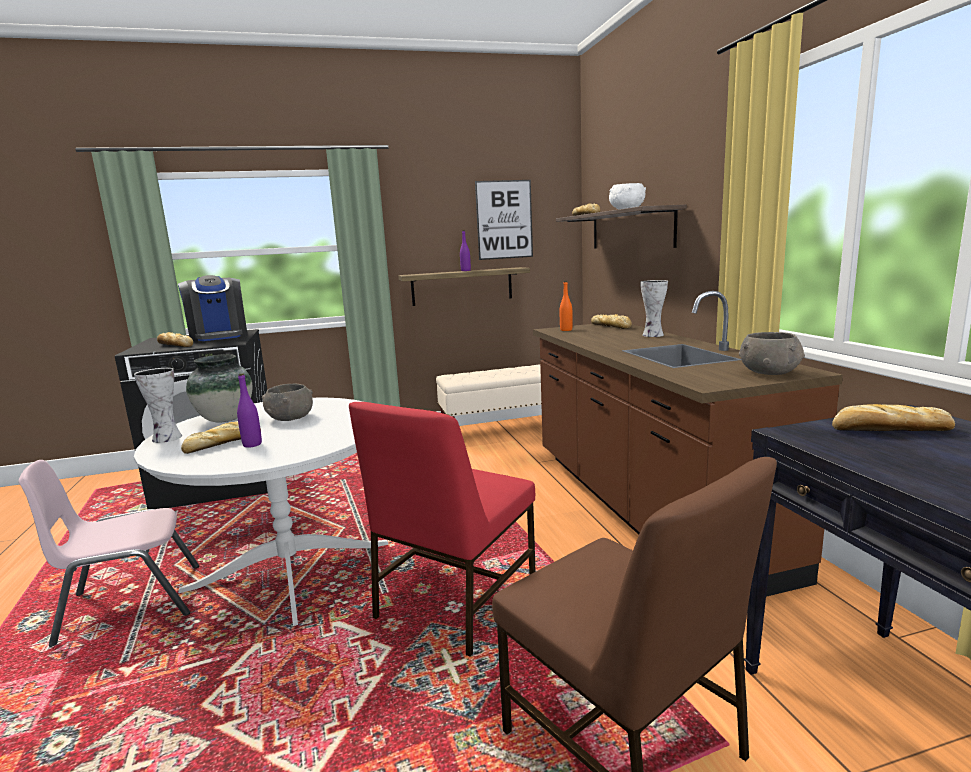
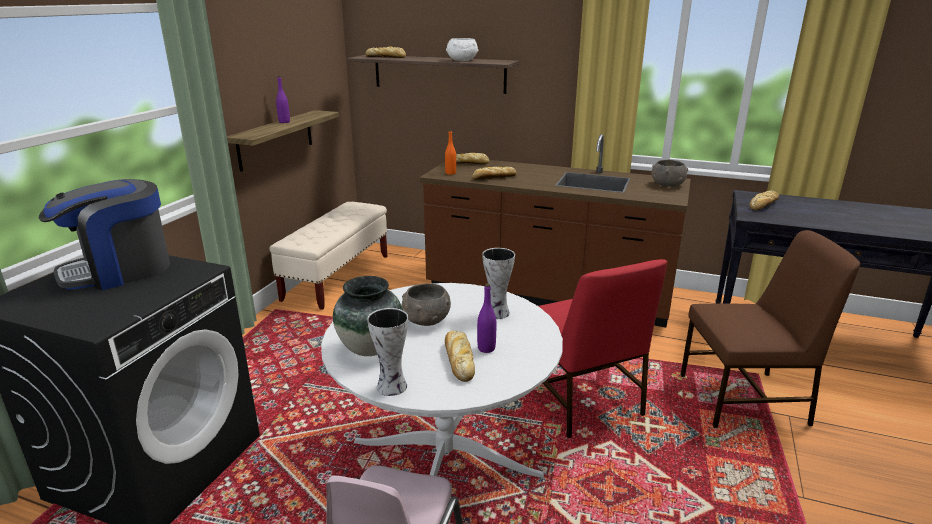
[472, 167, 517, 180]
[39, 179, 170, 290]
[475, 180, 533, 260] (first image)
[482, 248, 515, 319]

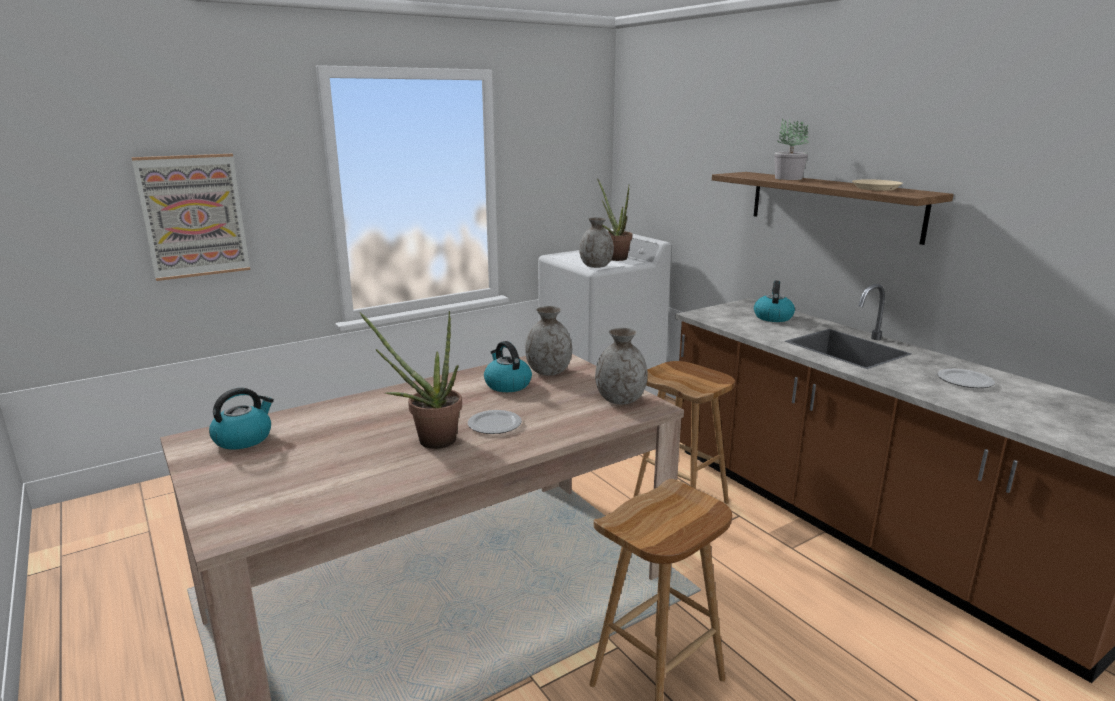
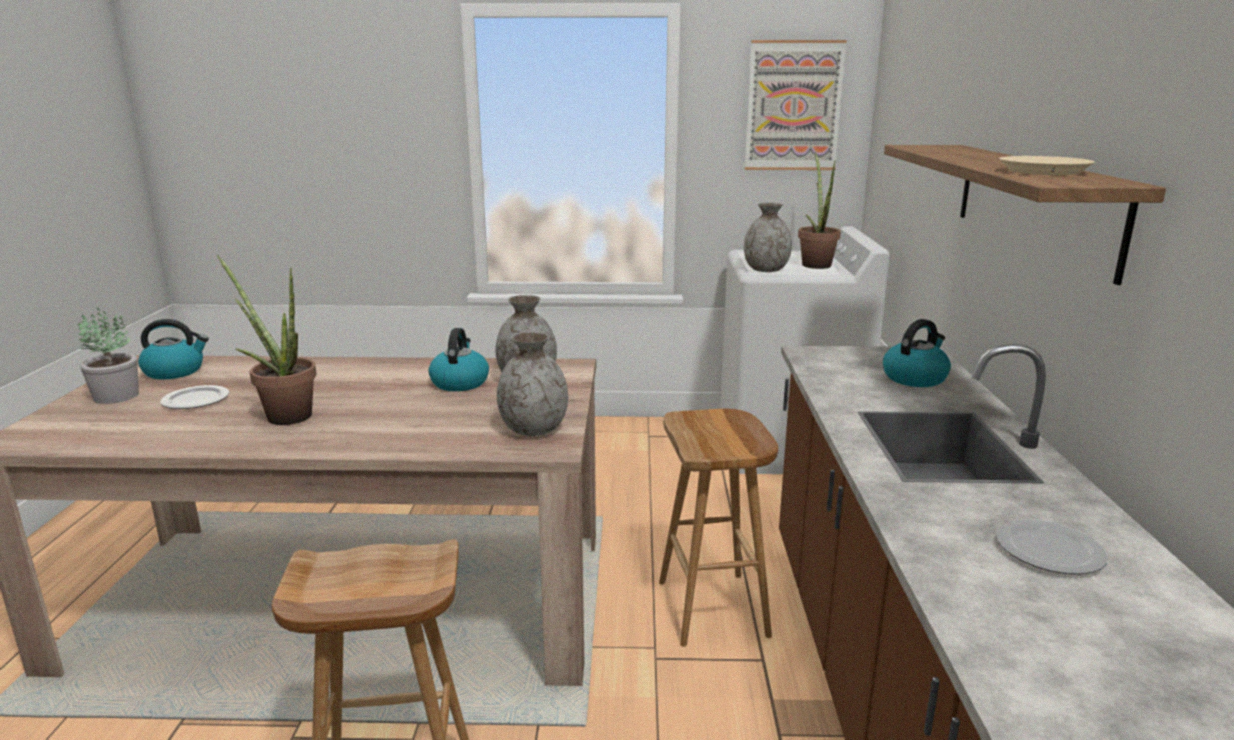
[745, 40, 847, 170]
[160, 385, 229, 409]
[78, 307, 139, 404]

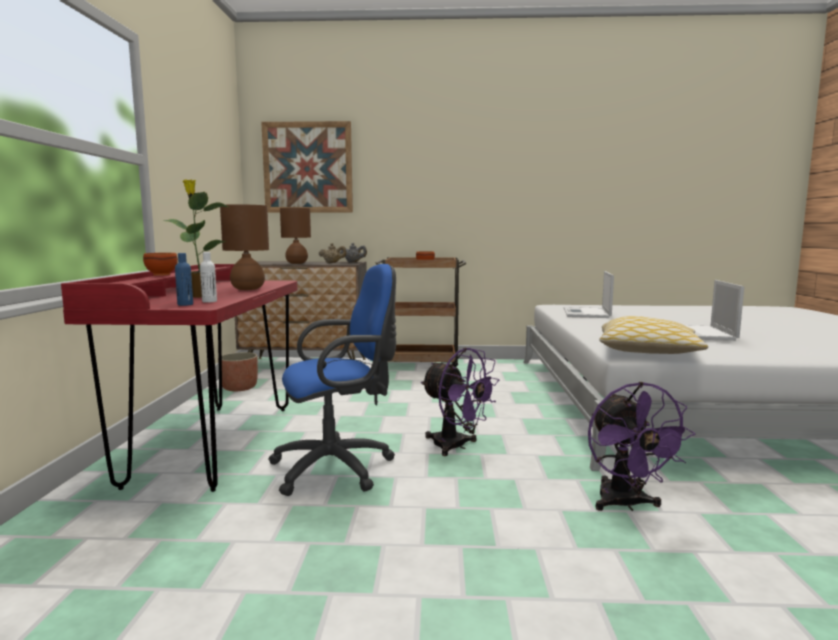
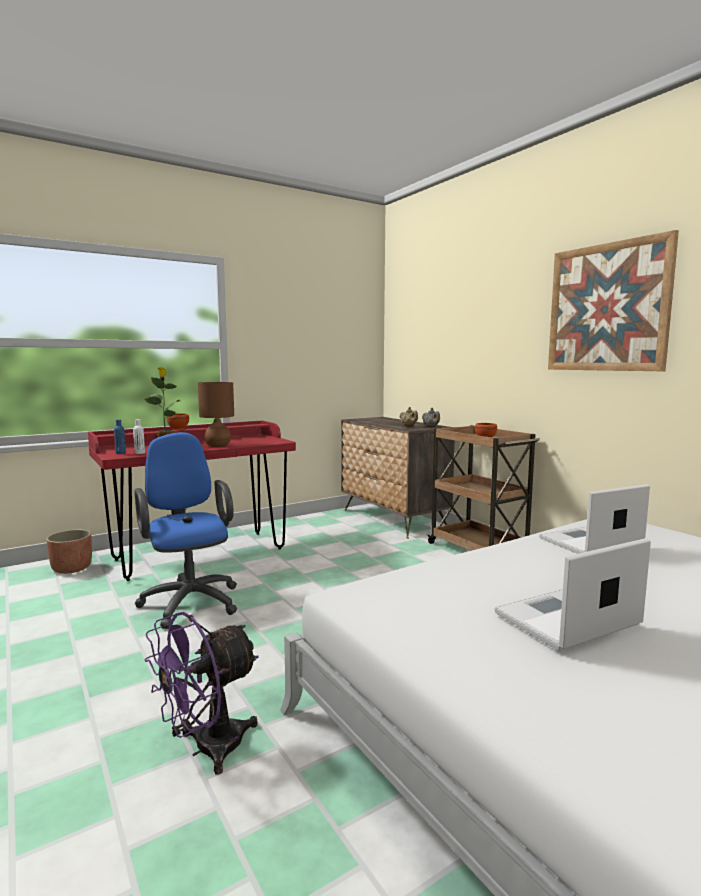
[46, 529, 92, 574]
[548, 230, 679, 371]
[134, 432, 237, 629]
[280, 208, 311, 264] (first image)
[421, 348, 499, 456] (first image)
[599, 316, 708, 354] (first image)

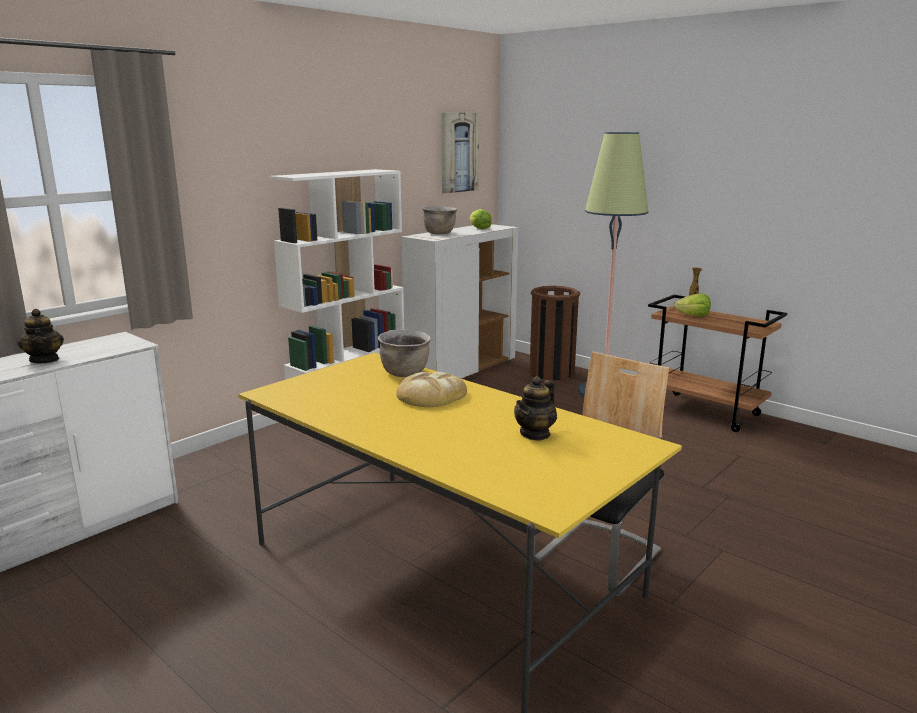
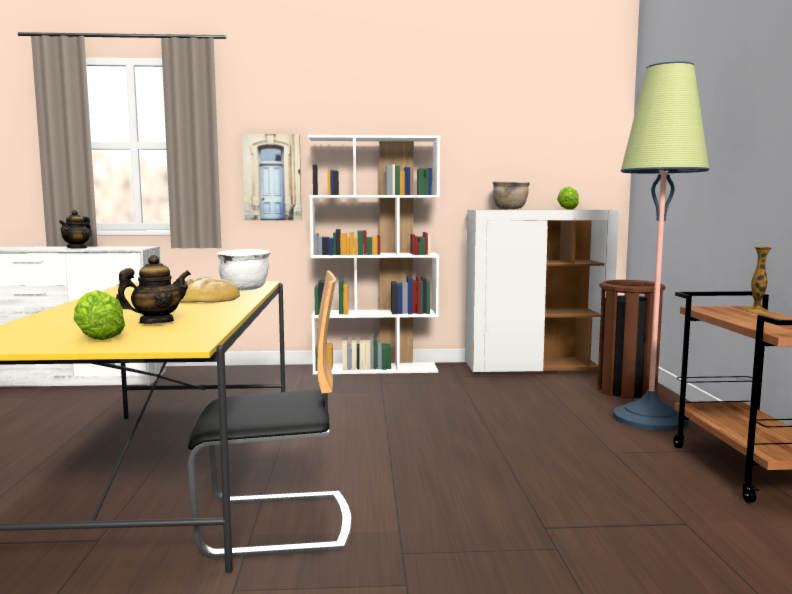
[217, 249, 270, 290]
[242, 134, 302, 221]
[116, 255, 191, 324]
[74, 290, 125, 340]

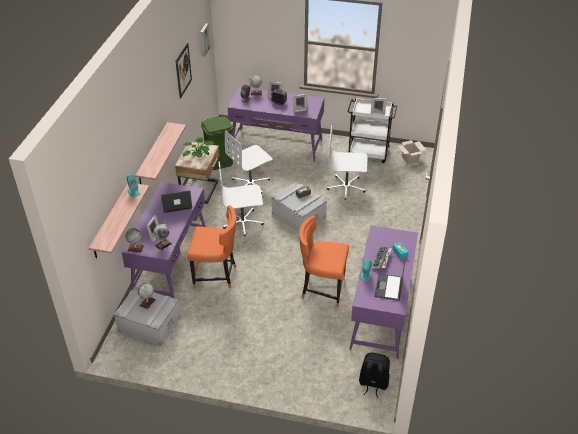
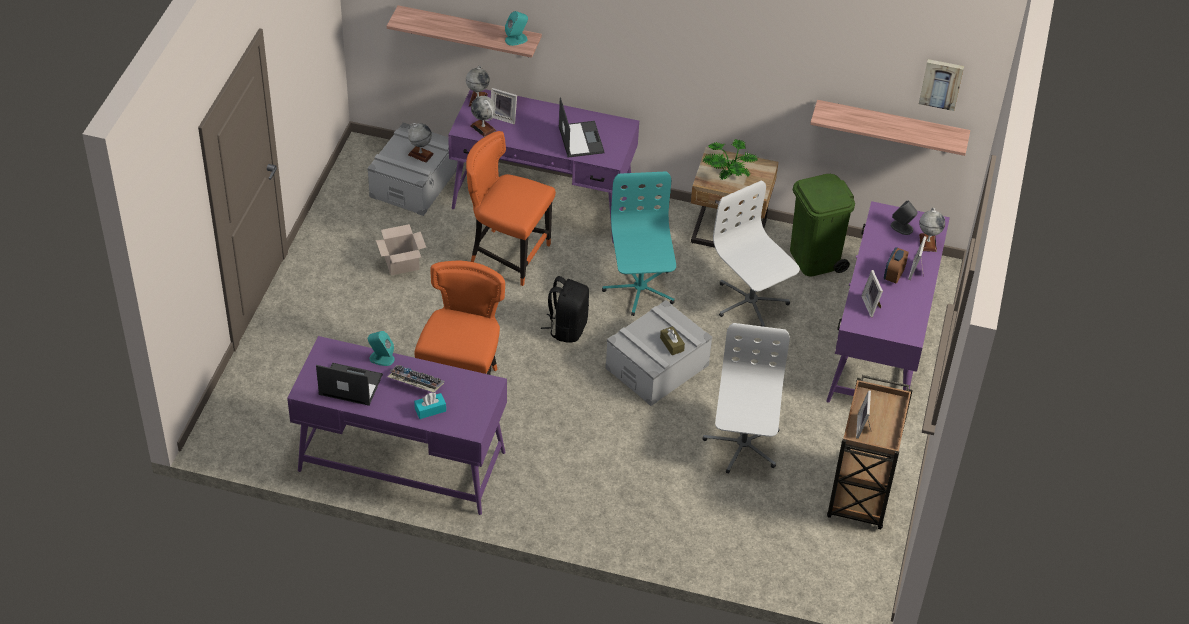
[810, 100, 970, 156]
[176, 43, 192, 99] (first image)
[466, 131, 556, 286]
[602, 171, 676, 316]
[827, 375, 913, 529]
[541, 276, 589, 343]
[376, 224, 426, 275]

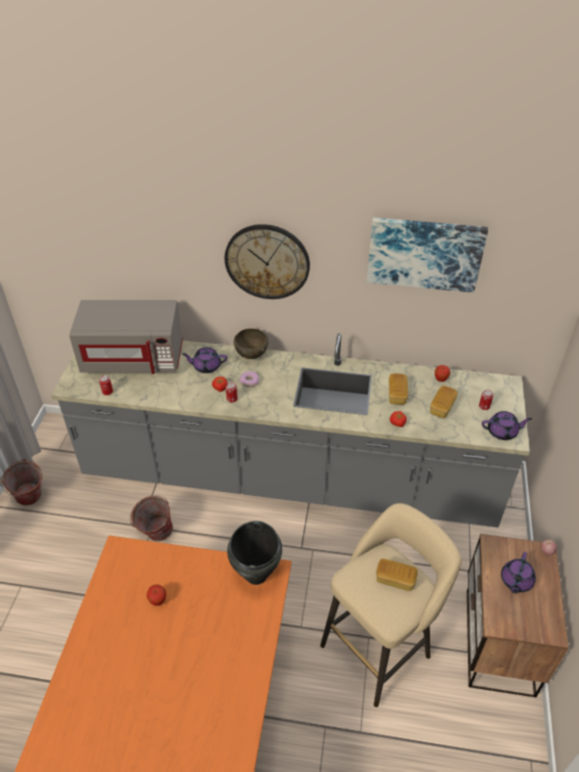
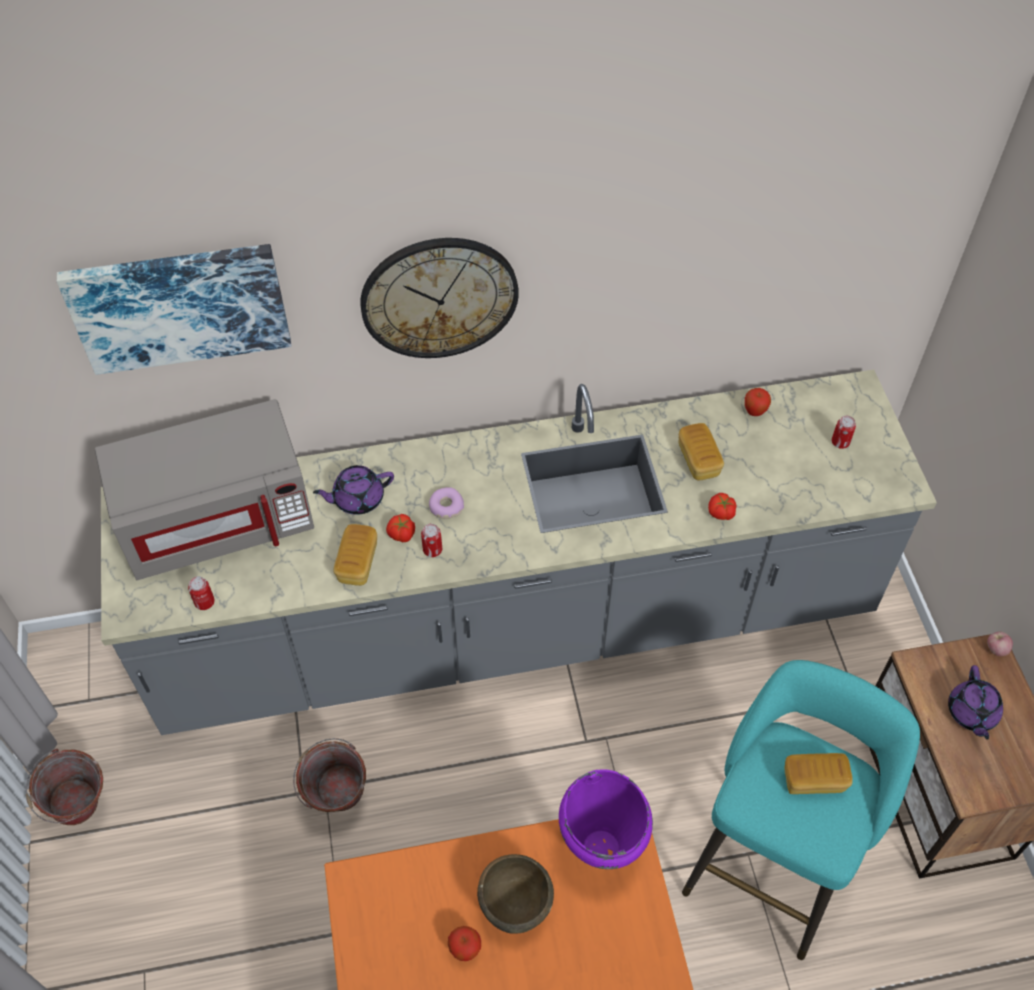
[559, 769, 653, 869]
[477, 854, 554, 934]
[682, 660, 920, 960]
[57, 244, 292, 375]
[333, 524, 377, 586]
[482, 411, 532, 440] (first image)

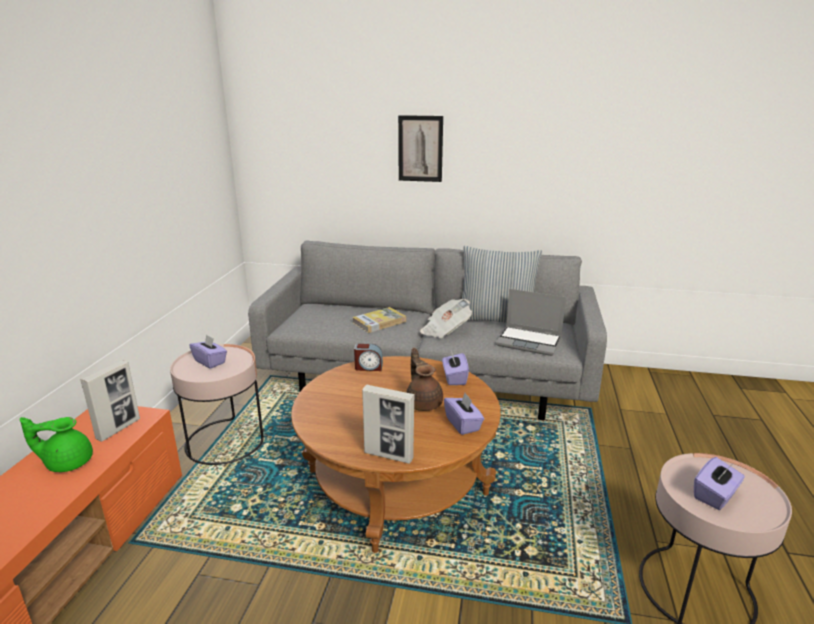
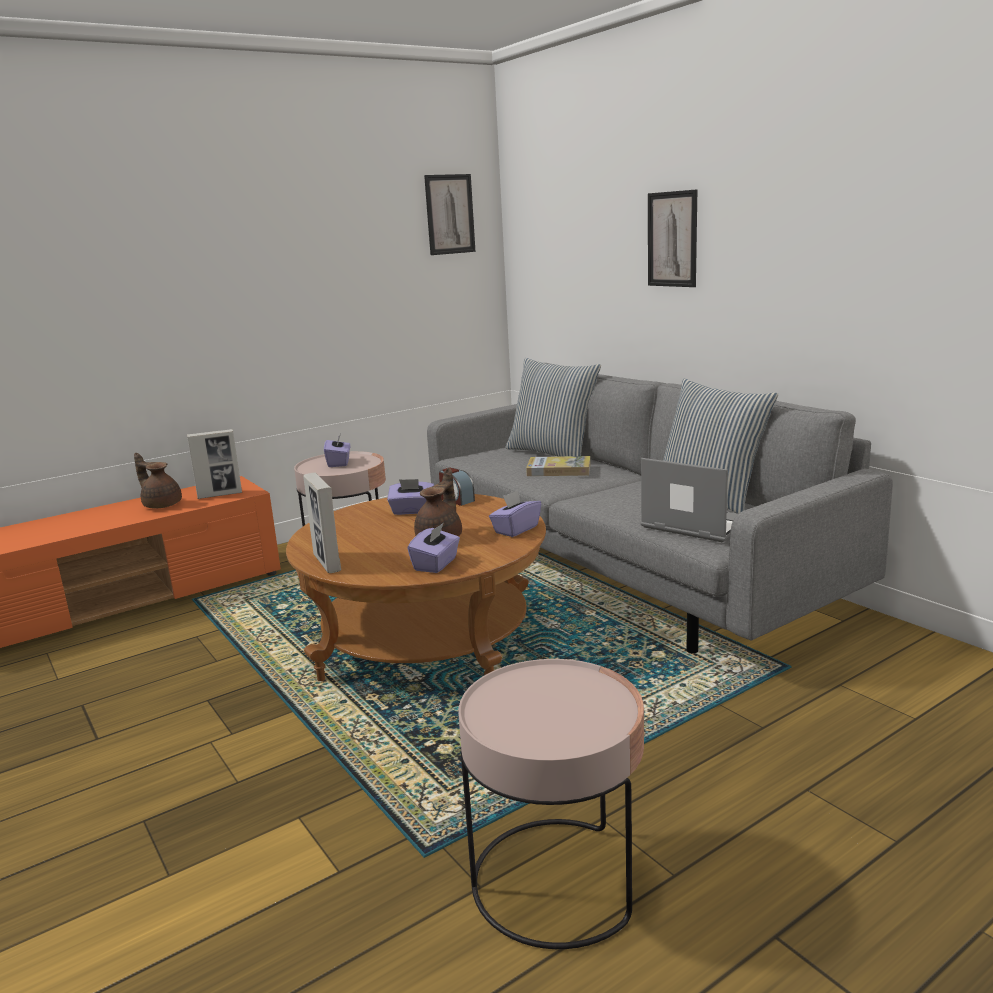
[134, 453, 182, 508]
[420, 299, 472, 338] (first image)
[641, 458, 738, 542]
[387, 479, 434, 515]
[424, 174, 476, 255]
[505, 358, 601, 456]

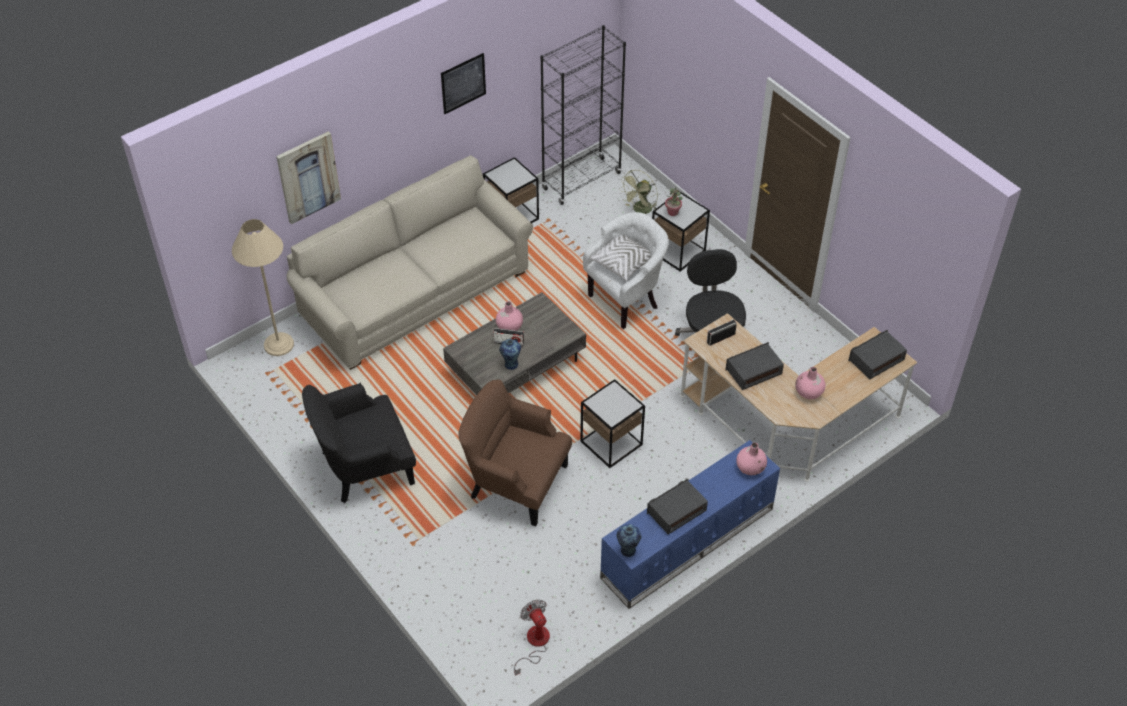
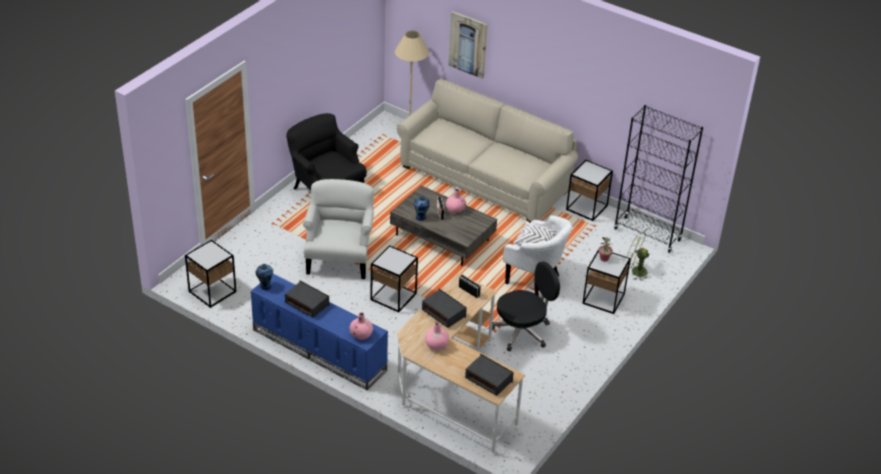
[441, 53, 486, 114] (first image)
[303, 179, 374, 279]
[185, 240, 236, 308]

